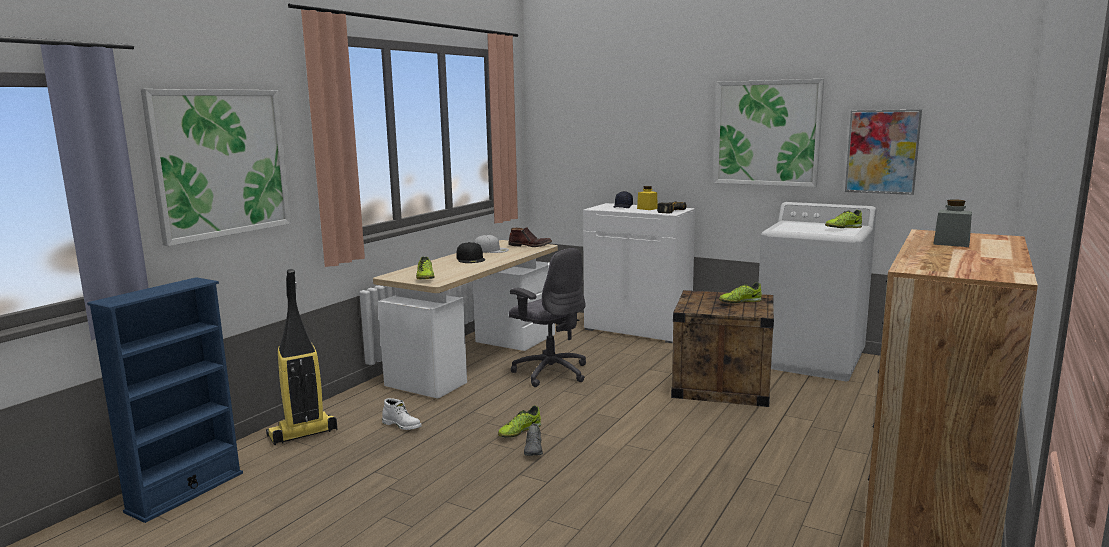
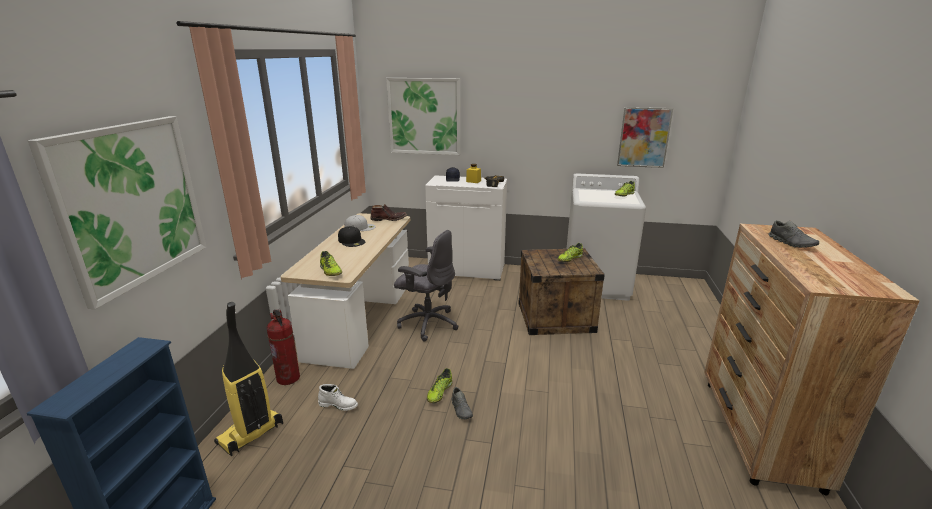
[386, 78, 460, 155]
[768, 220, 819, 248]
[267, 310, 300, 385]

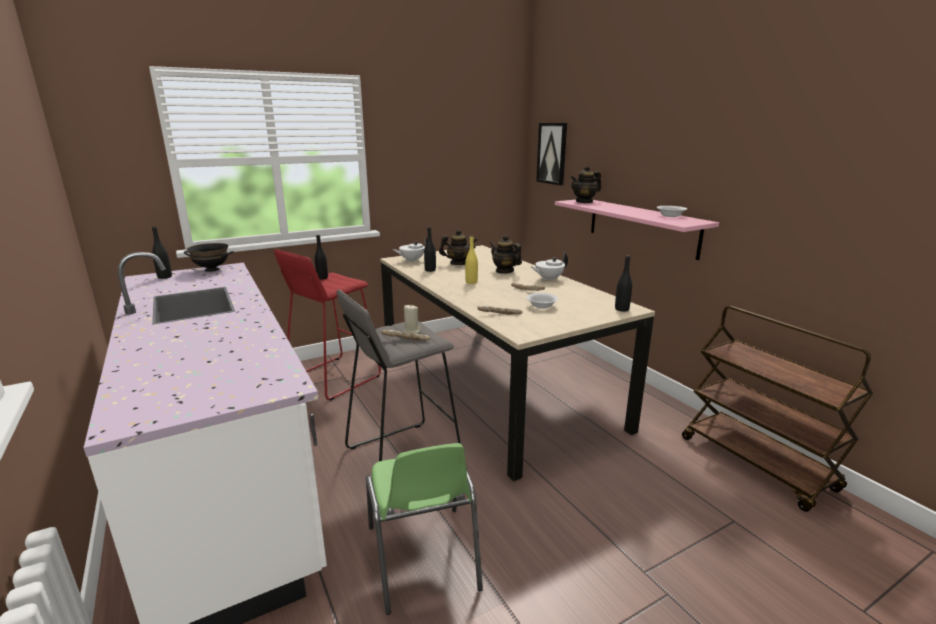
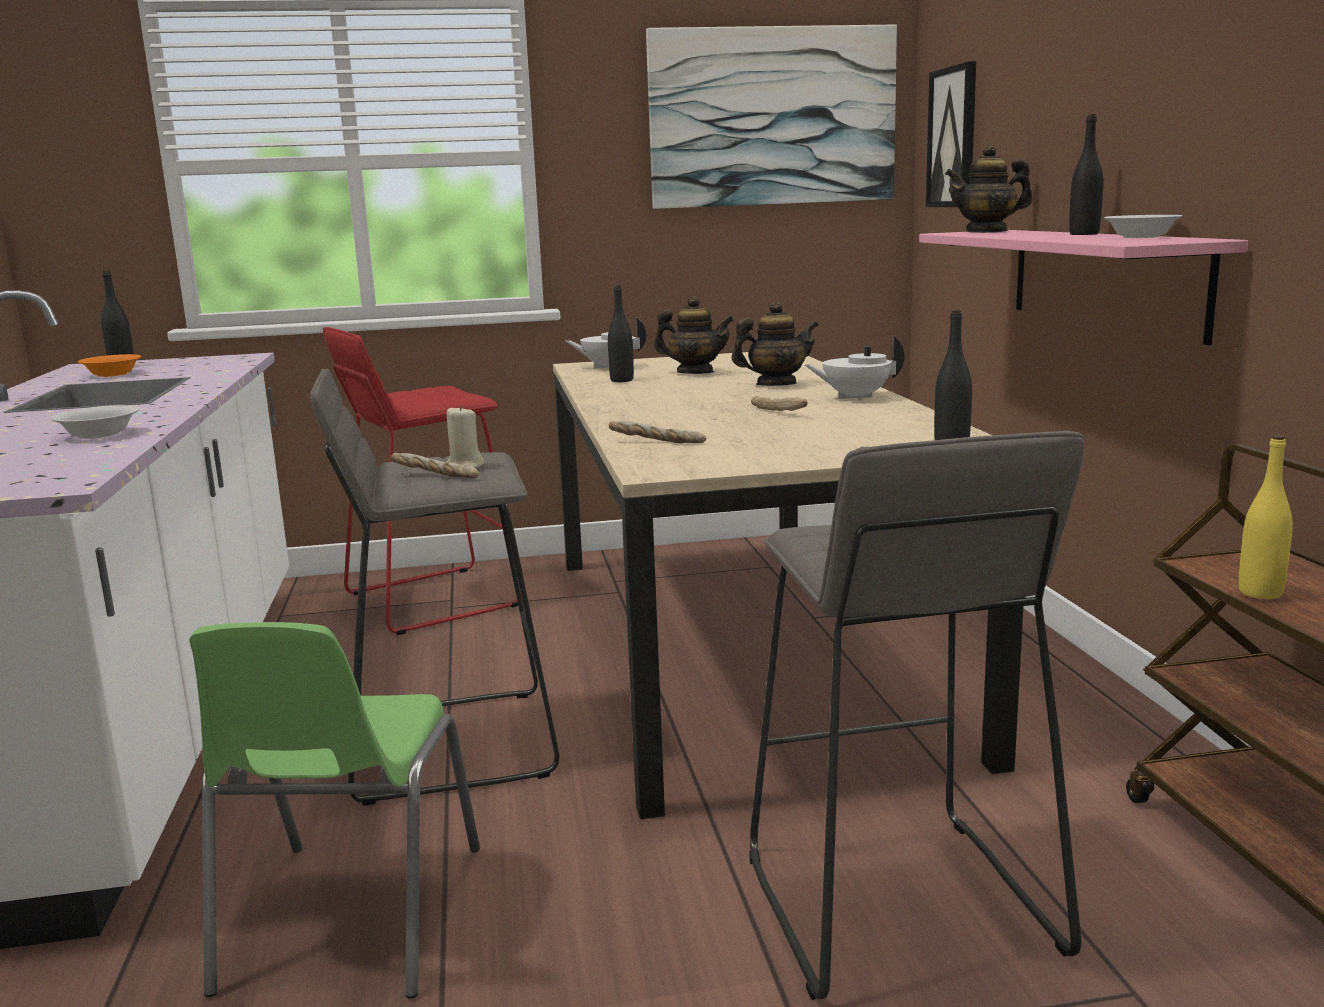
[184, 243, 234, 272] (first image)
[1069, 114, 1103, 235]
[1239, 435, 1293, 599]
[732, 301, 819, 386]
[50, 405, 139, 439]
[78, 354, 141, 377]
[646, 24, 897, 209]
[749, 430, 1084, 1000]

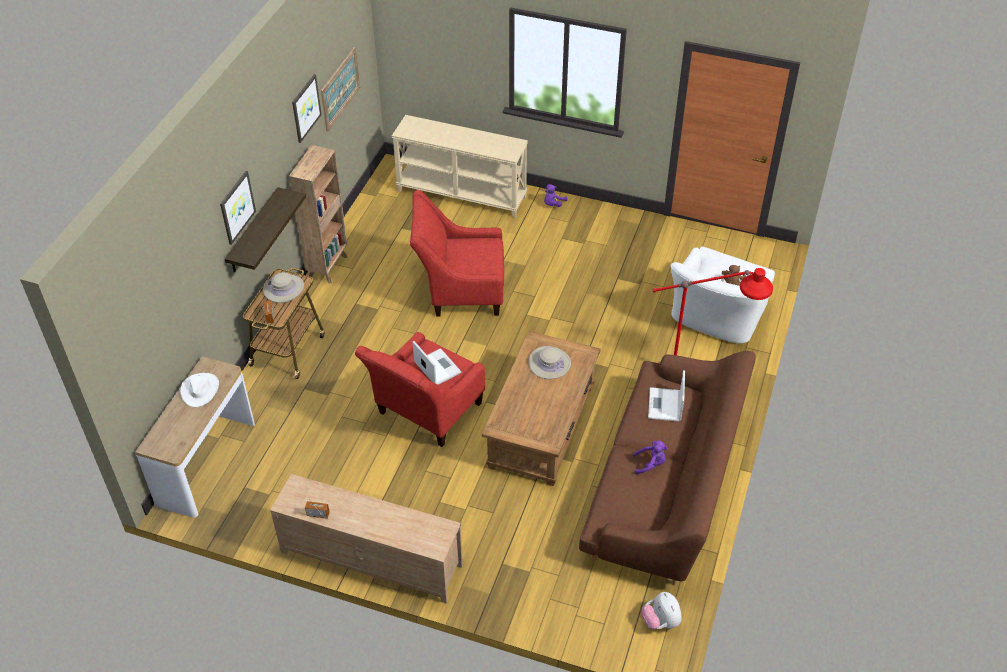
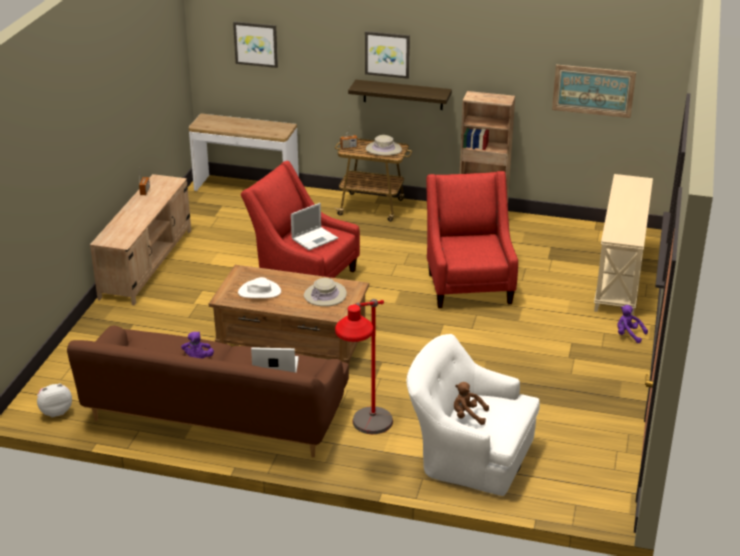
[238, 277, 281, 298]
[233, 22, 278, 68]

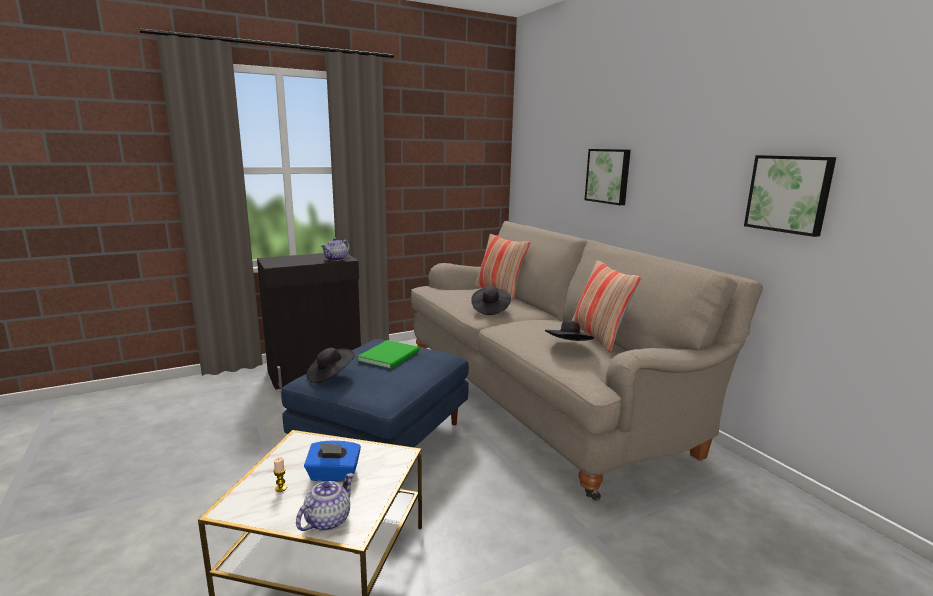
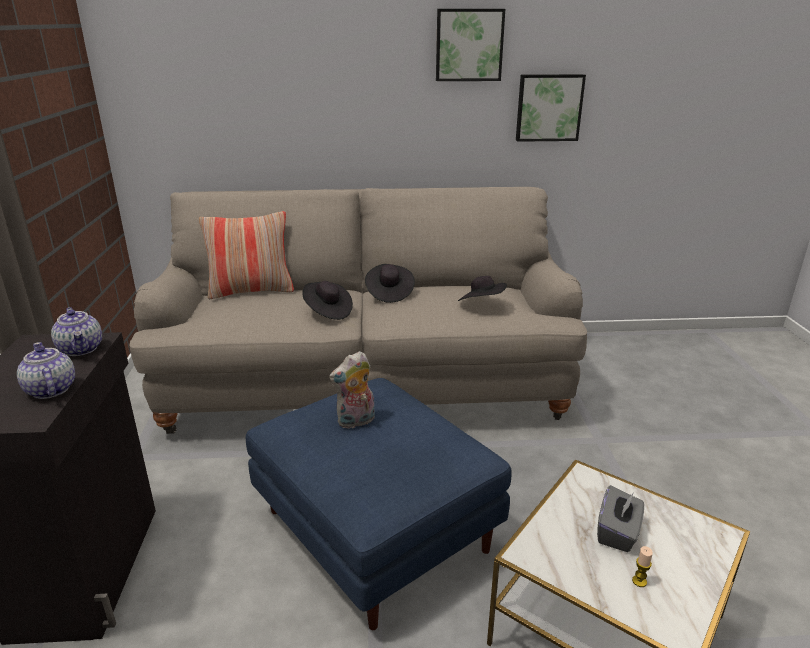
[17, 342, 75, 399]
[597, 485, 644, 552]
[365, 264, 415, 303]
[329, 351, 375, 429]
[571, 260, 641, 352] (first image)
[436, 9, 505, 81]

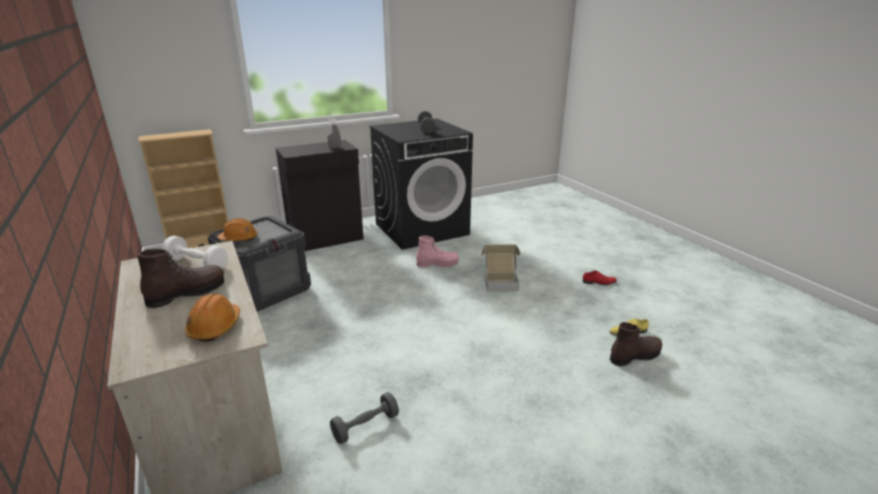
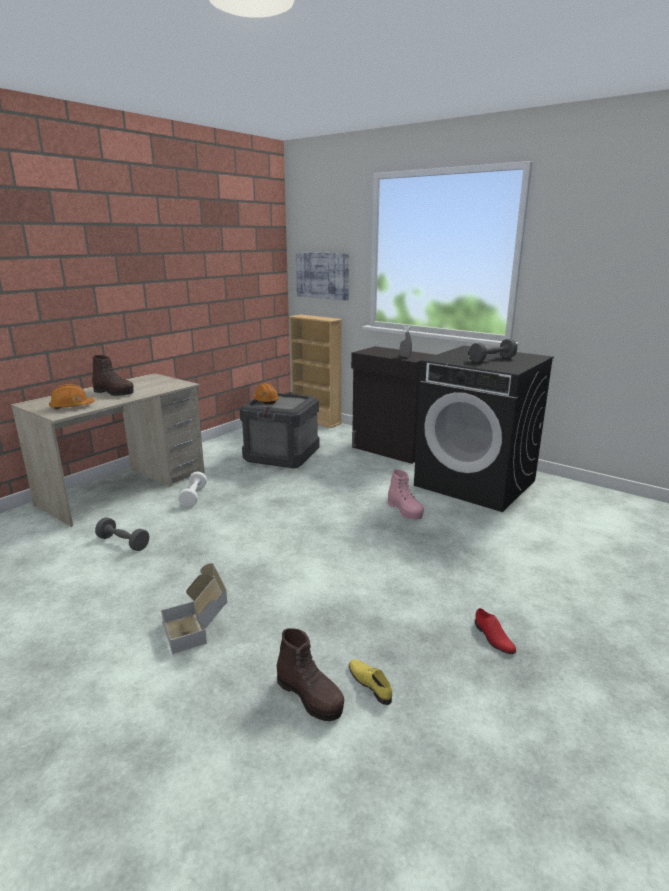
[178, 471, 207, 507]
[161, 563, 227, 654]
[296, 252, 349, 300]

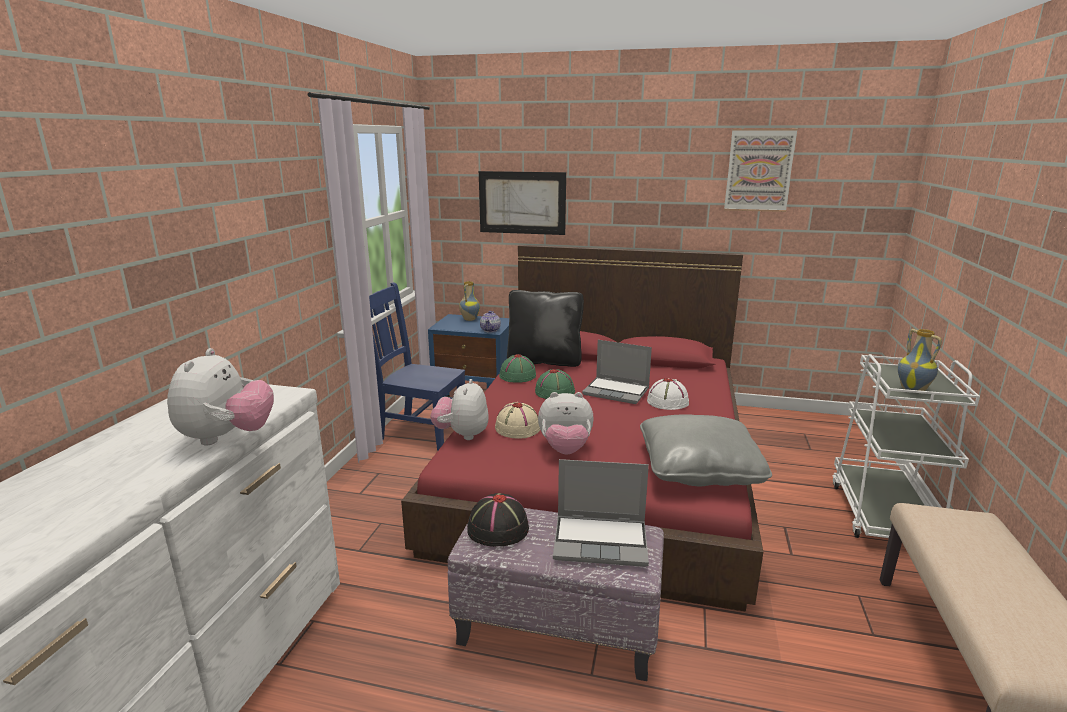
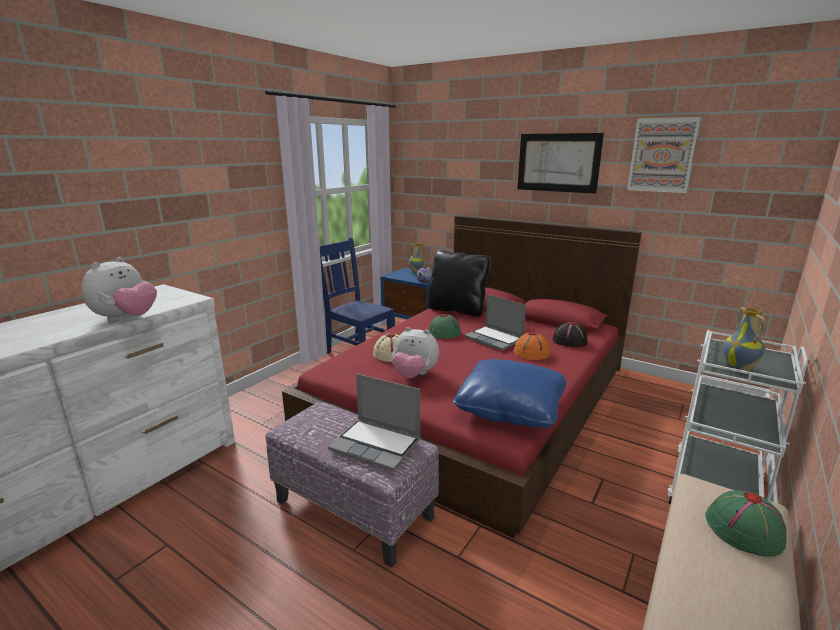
[430, 379, 489, 440] (first image)
[553, 322, 588, 347]
[517, 133, 604, 194]
[705, 490, 787, 557]
[453, 359, 567, 428]
[514, 332, 550, 360]

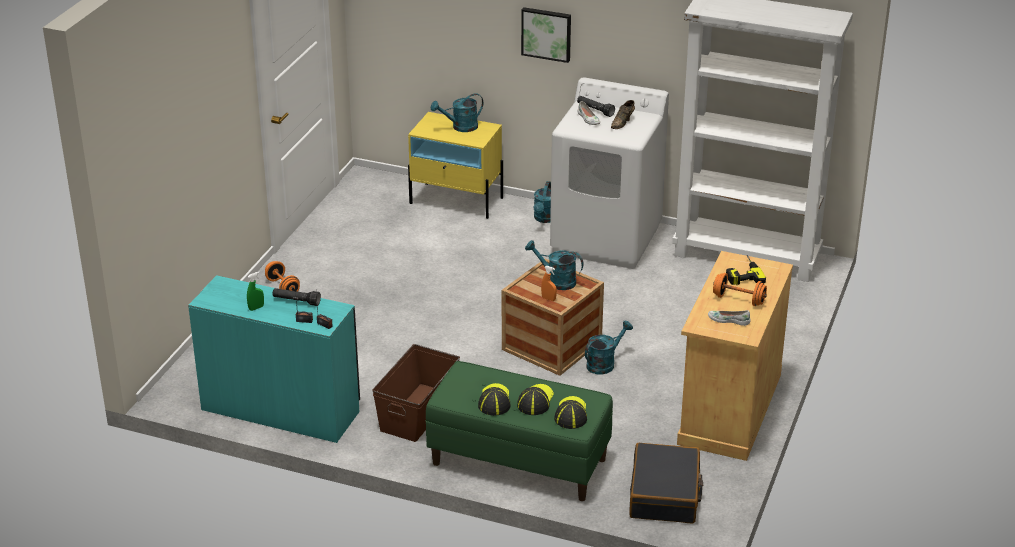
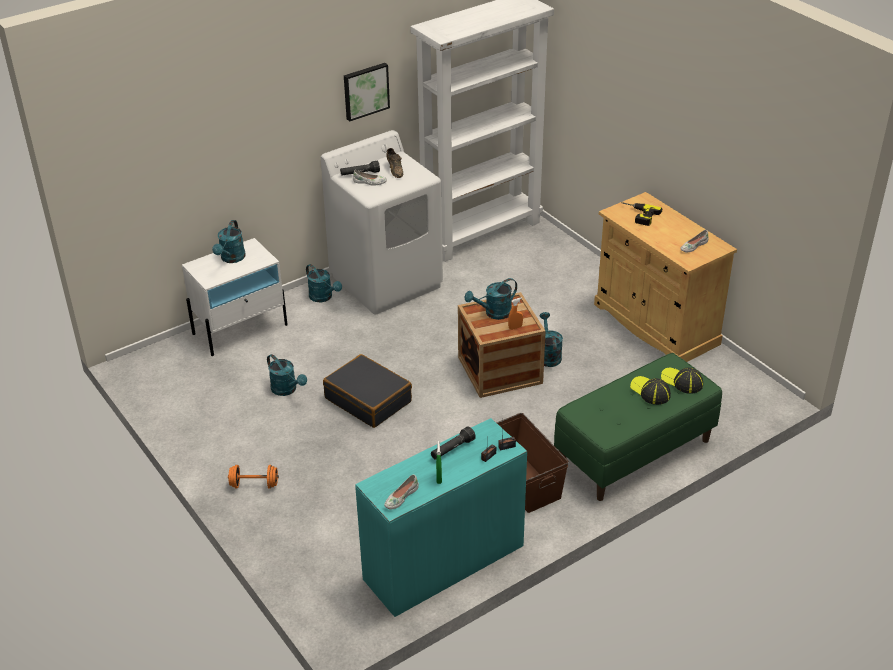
[182, 238, 288, 356]
[478, 383, 510, 416] (first image)
[344, 63, 390, 121]
[323, 354, 412, 428]
[713, 273, 767, 306] (first image)
[267, 354, 307, 396]
[384, 475, 419, 510]

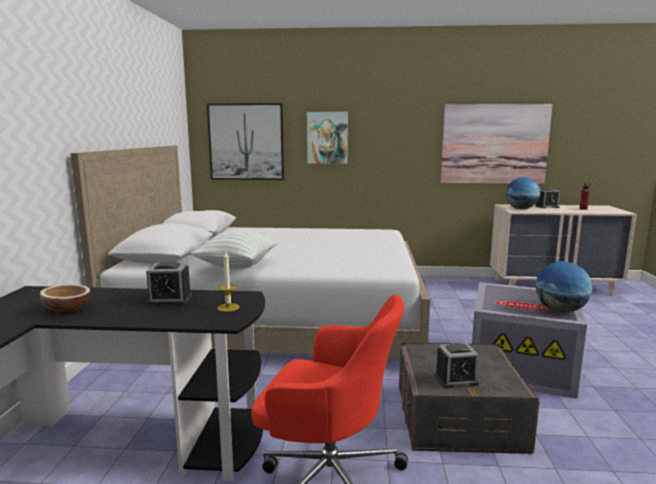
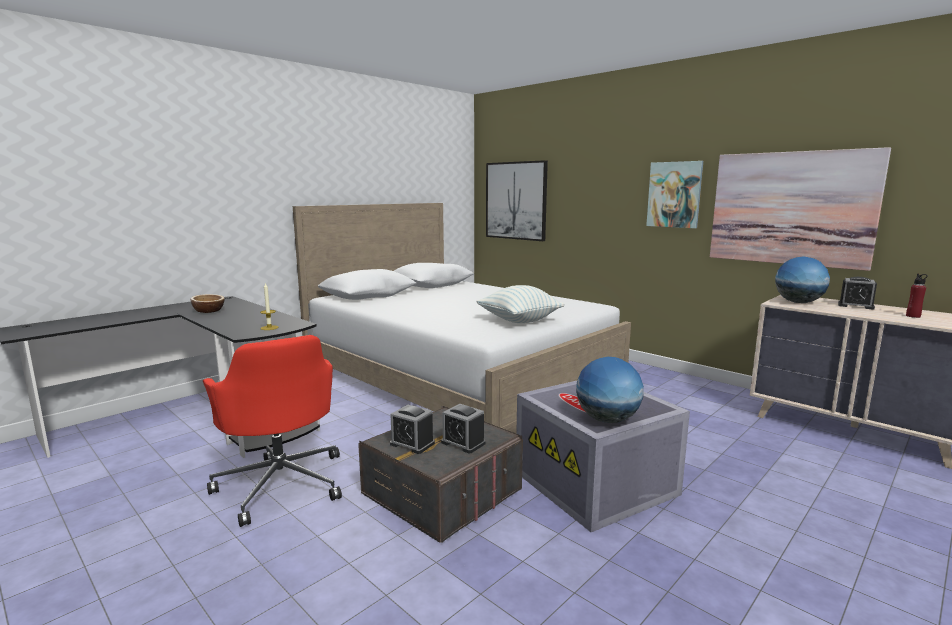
[441, 404, 486, 453]
[476, 285, 564, 323]
[646, 161, 703, 228]

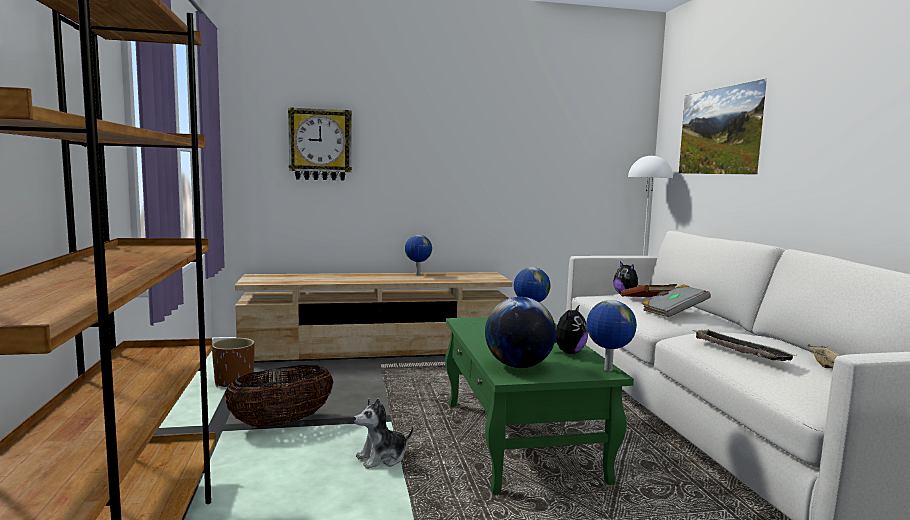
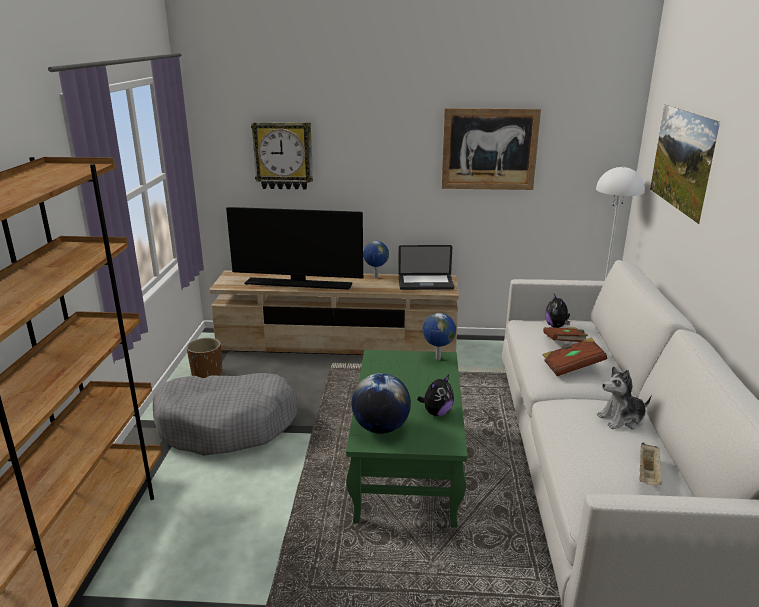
[153, 373, 297, 456]
[597, 366, 652, 429]
[586, 300, 637, 371] (first image)
[542, 338, 607, 376]
[693, 329, 797, 361] (first image)
[226, 207, 363, 290]
[398, 245, 454, 290]
[442, 108, 541, 190]

